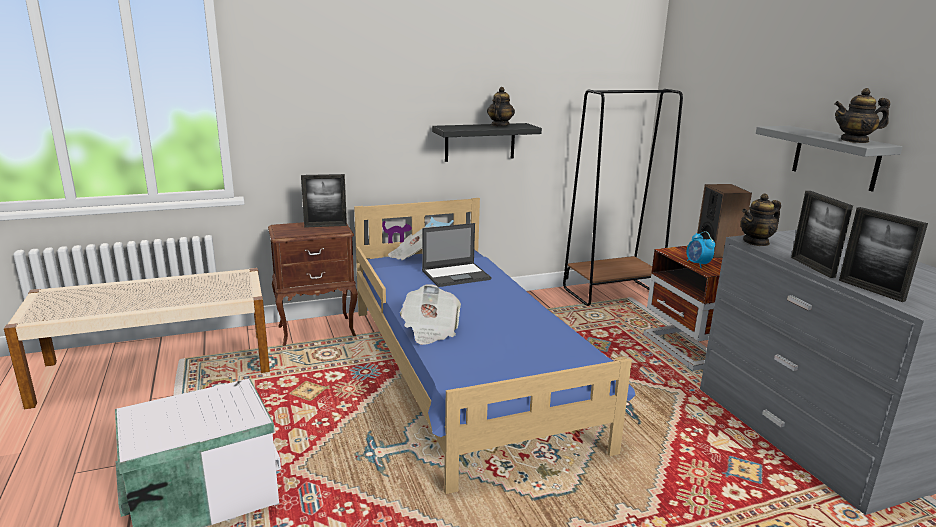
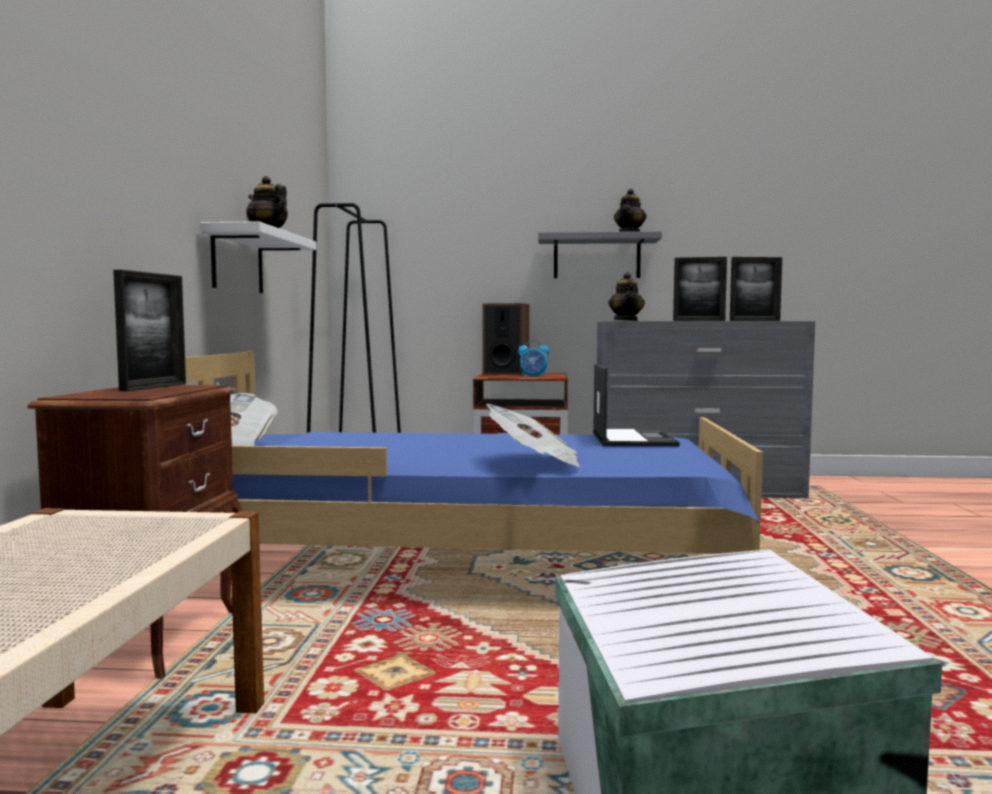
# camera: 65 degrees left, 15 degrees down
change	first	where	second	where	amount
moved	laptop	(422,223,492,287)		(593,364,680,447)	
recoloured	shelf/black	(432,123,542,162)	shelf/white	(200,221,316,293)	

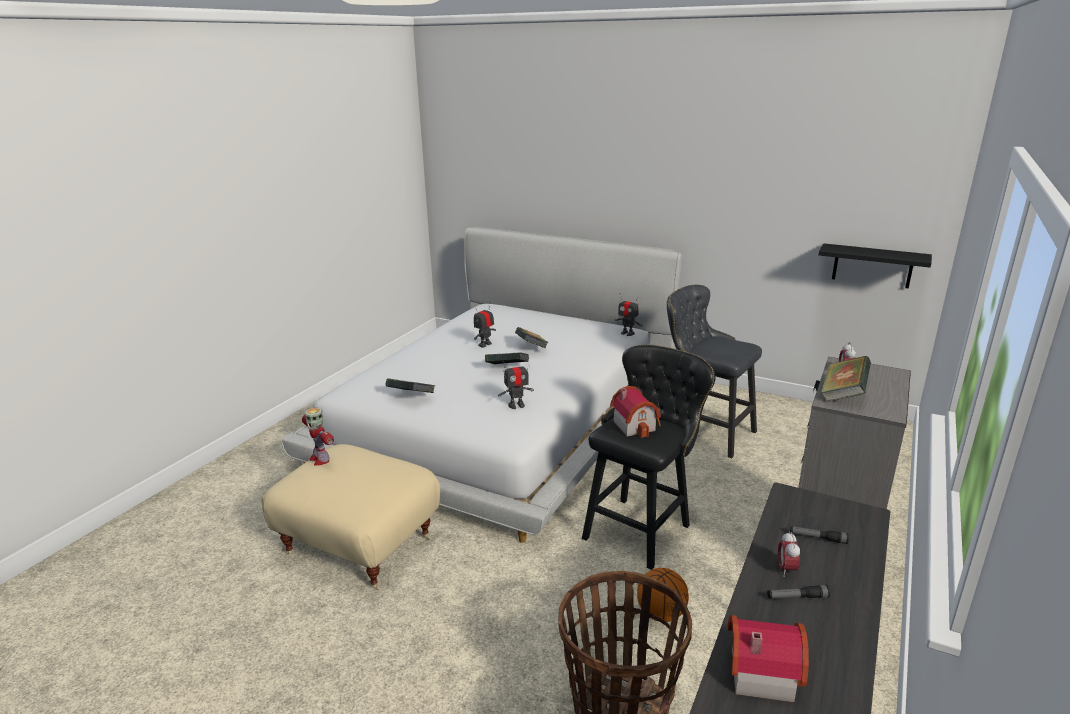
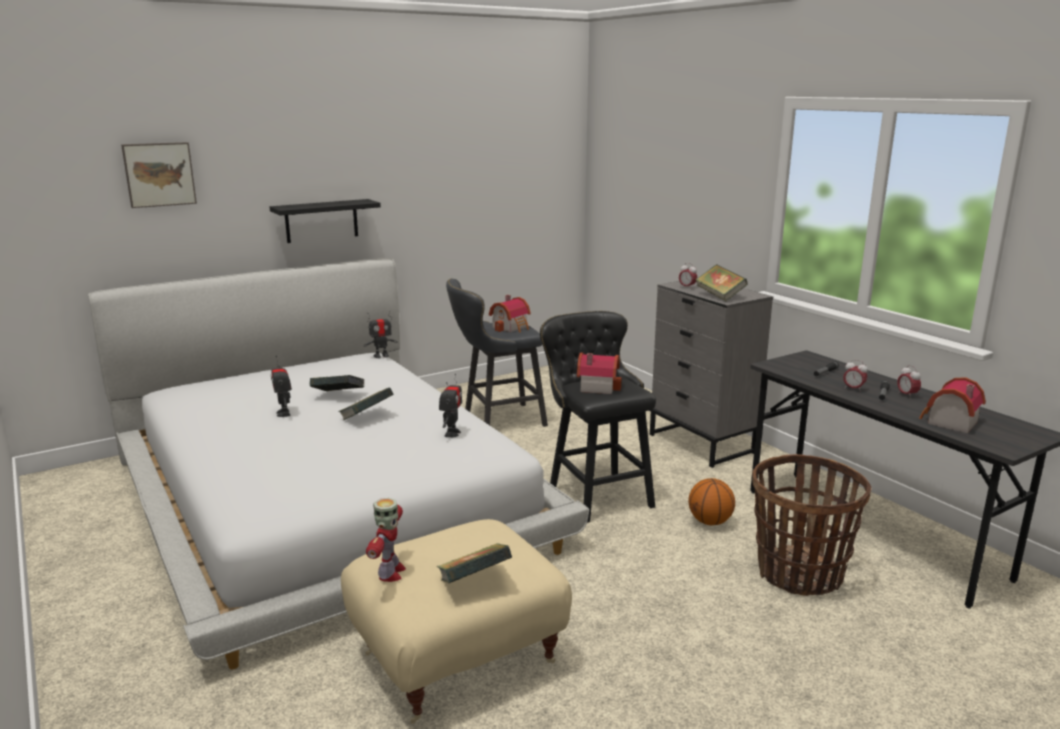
# camera: 60 degrees left, 5 degrees down
change	first	where	second	where	amount
turned	toy robot	(302,407,334,466)		(366,498,406,582)	75 degrees counterclockwise
moved	book	(385,378,435,393)		(437,543,512,583)	
moved	shelf/black	(819,243,932,289)		(270,199,381,243)	
added			picture	(121,142,197,208)	
added			toy house	(489,295,531,332)	
added			alarm clock	(897,365,921,399)	

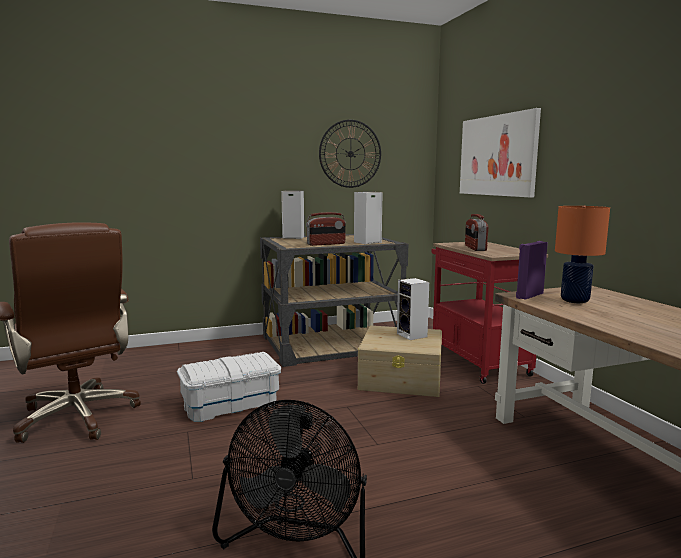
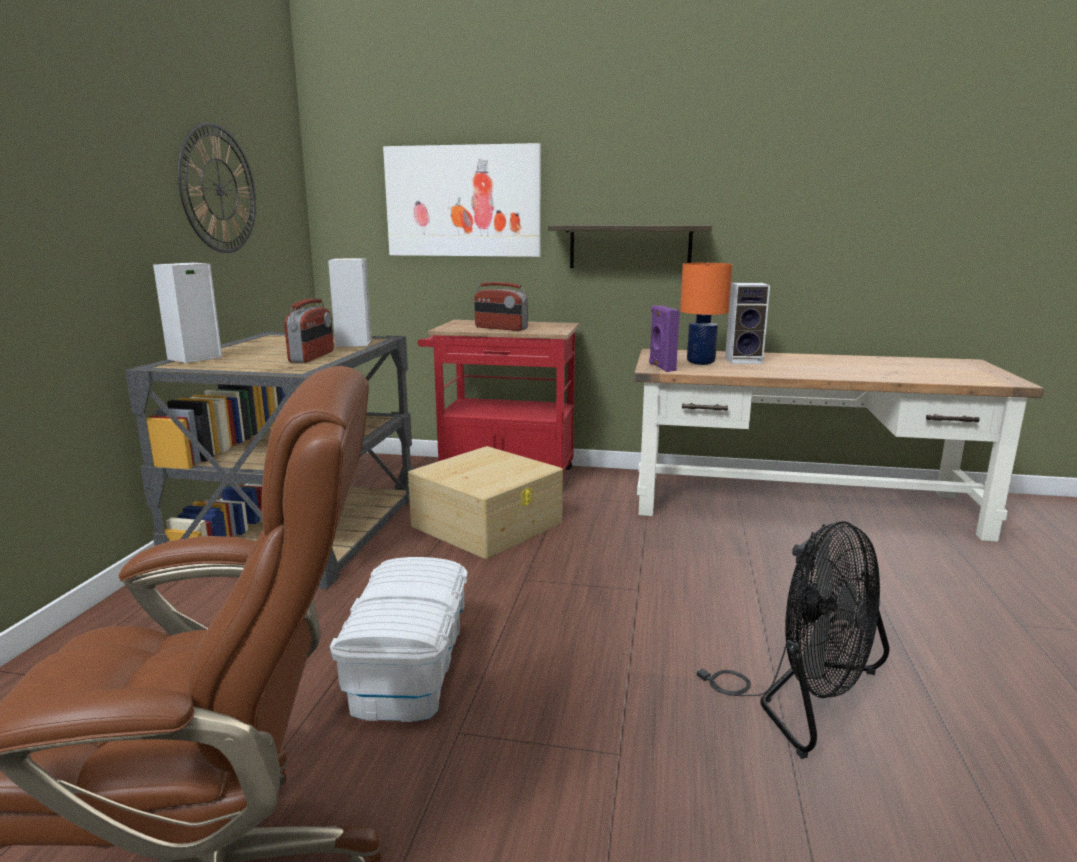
# camera: 60 degrees left, 5 degrees up
change	first	where	second	where	amount
moved	speaker	(397,278,429,340)		(725,282,770,364)	
added			shelf	(548,225,712,268)	

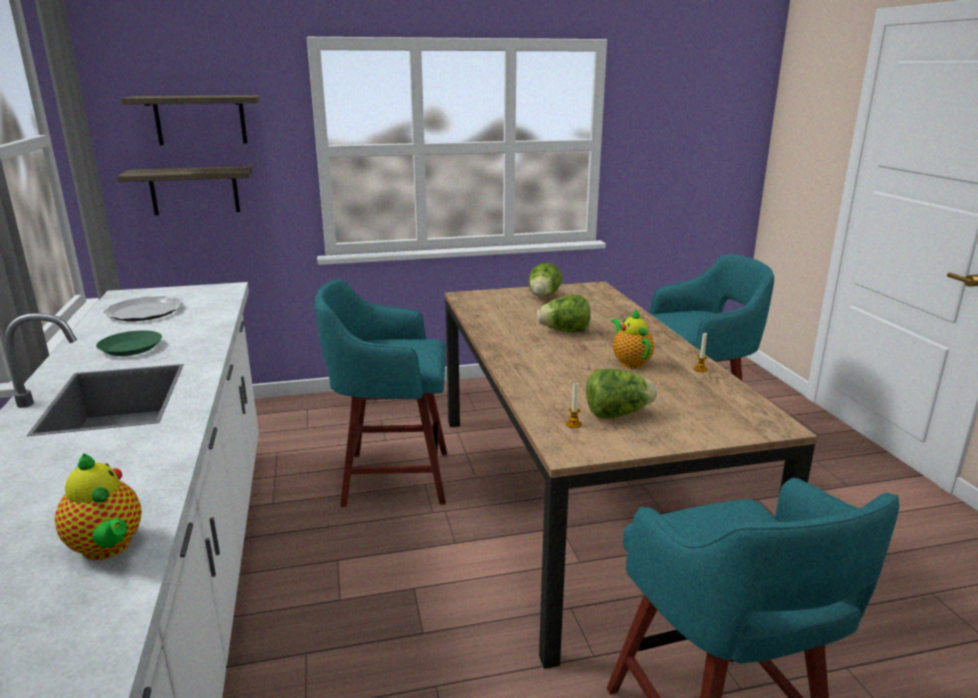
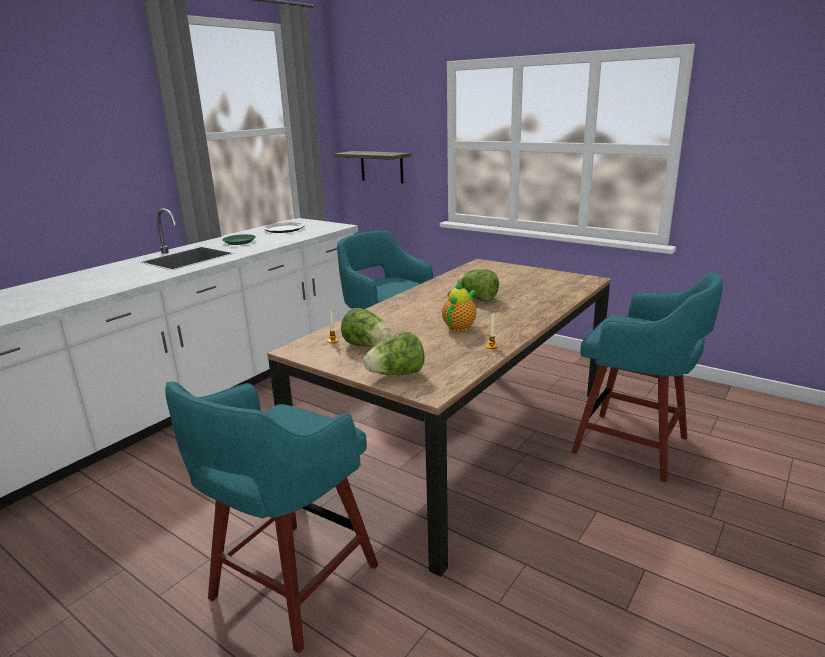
# camera: 50 degrees right, 0 degrees up
change	first	where	second	where	amount
removed	teapot	(55,453,142,560)			
removed	shelf	(121,95,260,145)			
moved	lettuce	(528,263,562,297)		(363,332,425,375)	

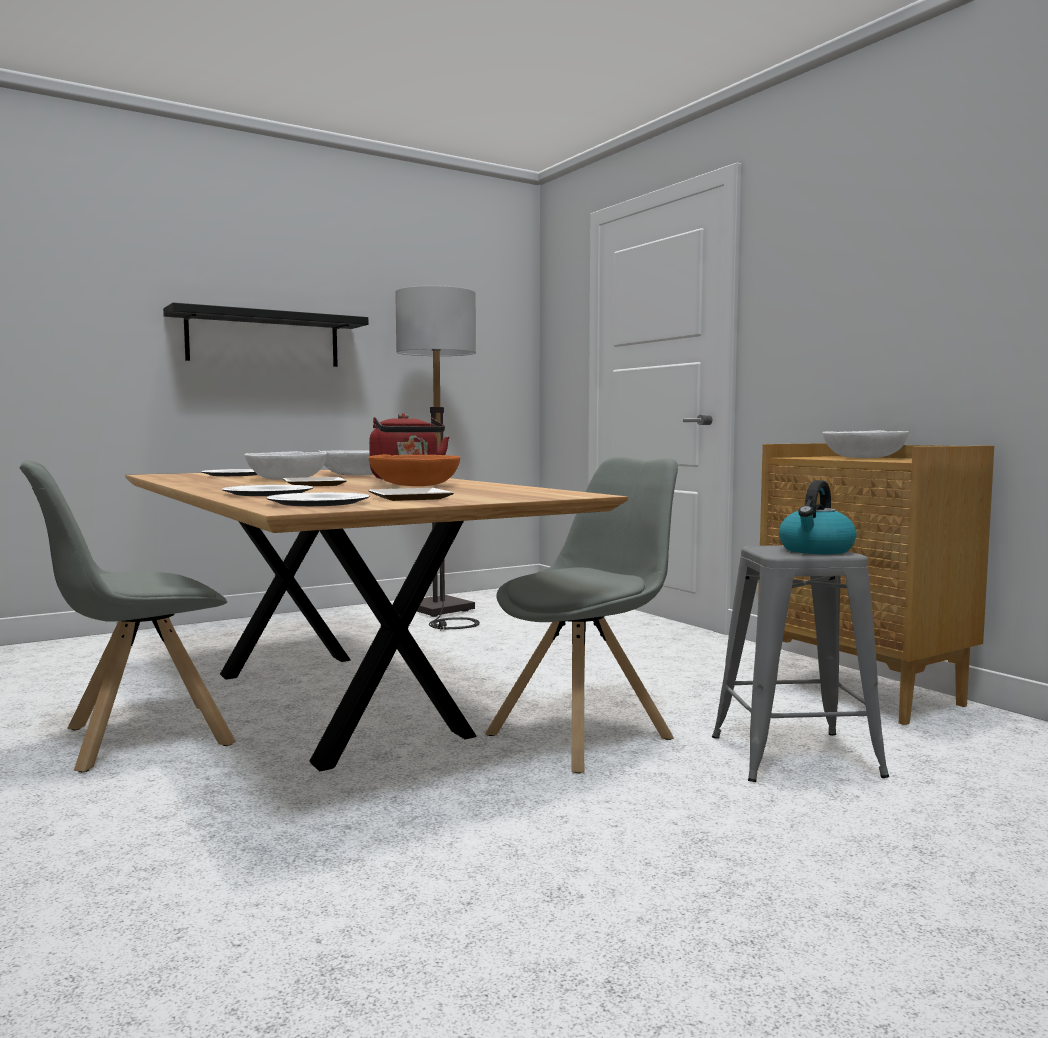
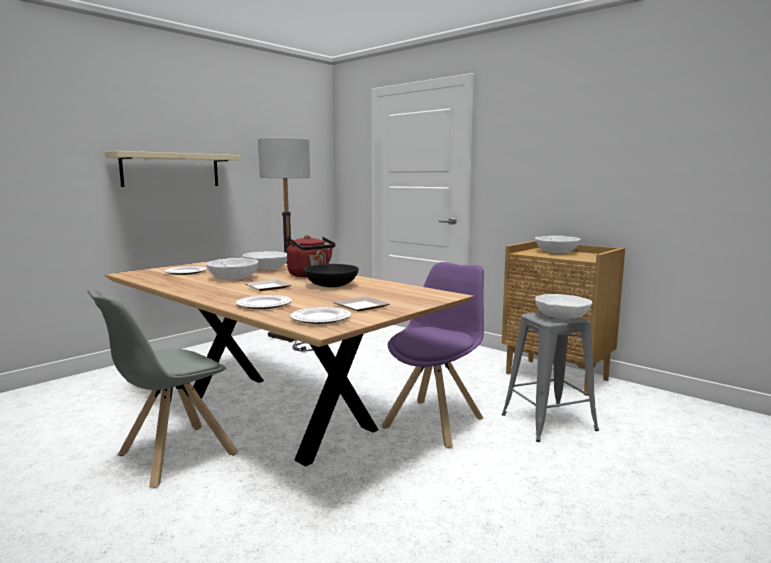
# camera: 15 degrees left, 5 degrees up
change	first	where	second	where	amount
recoloured	shelf/black	(163,302,368,367)	shelf/beige	(105,151,241,187)	
recoloured	bowl/orange	(369,454,460,486)	bowl/black	(304,264,359,287)	
recoloured	chair/grey	(485,457,678,773)	chair/purple	(382,262,484,448)	
replaced	kettle	(779,480,857,554)	bowl/white	(535,294,592,319)	

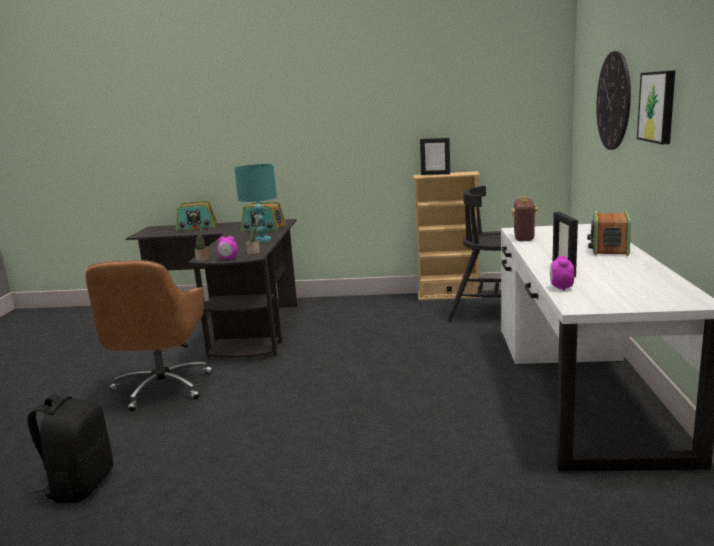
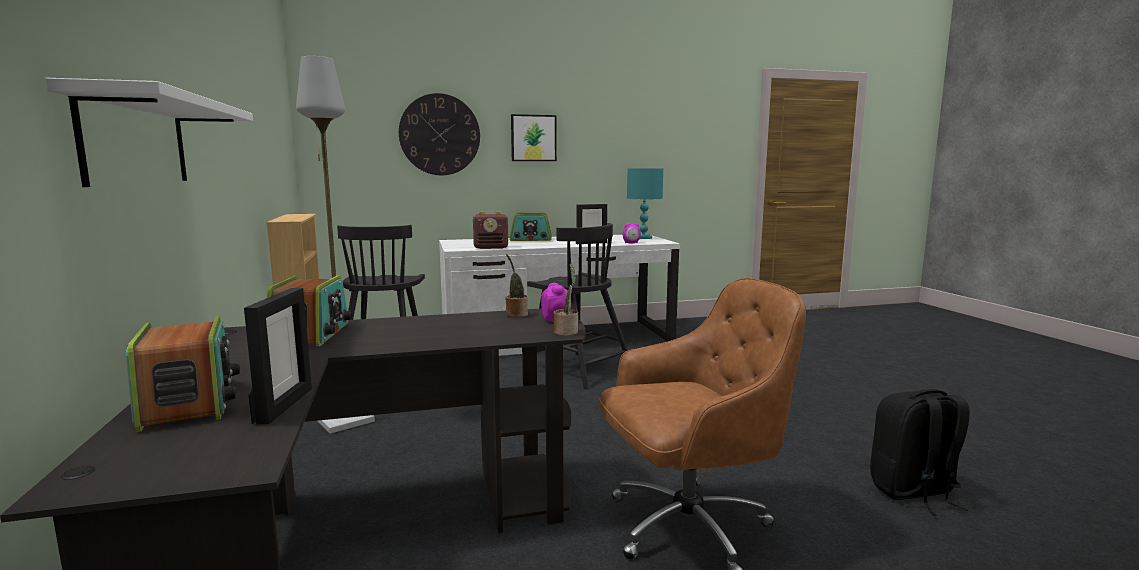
# camera: 110 degrees left, 5 degrees down
change	first	where	second	where	amount
moved	table lamp/turquoise	(234,164,277,243)		(627,168,663,239)	
moved	picture frame	(420,138,450,175)		(244,288,312,424)	
added			shelf/white	(45,78,253,187)	
added			floor lamp/grey	(296,56,375,434)	
added			chair/black	(527,223,628,389)	

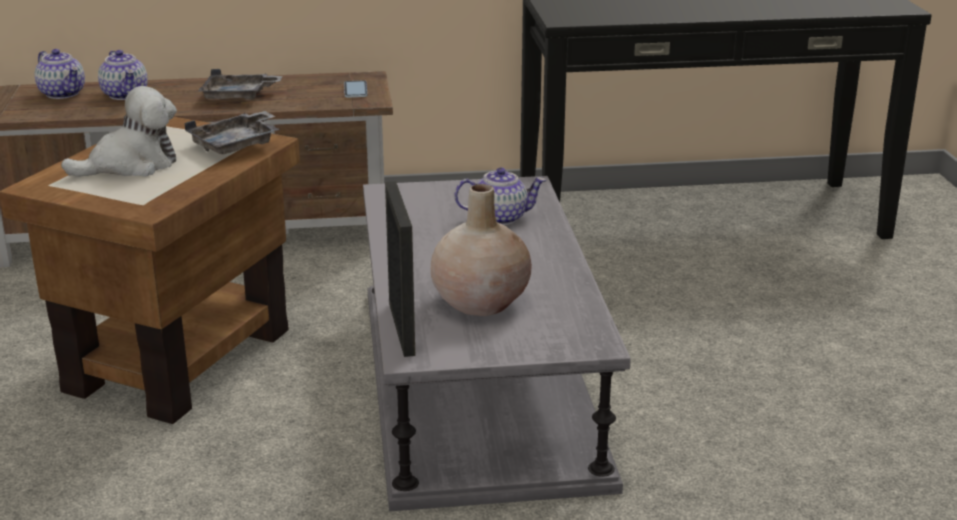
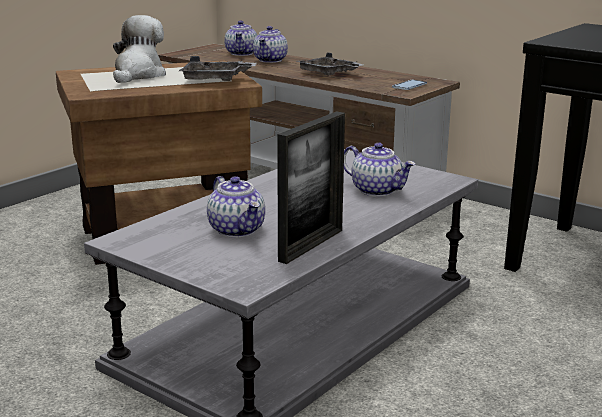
# camera: 45 degrees right, 5 degrees down
change	first	where	second	where	amount
turned	plush toy	(61,86,177,177)		(113,15,166,83)	90 degrees counterclockwise
moved	picture frame	(385,181,415,357)		(277,111,345,264)	
replaced	vase/beige	(431,184,532,316)	teapot	(207,176,265,238)	

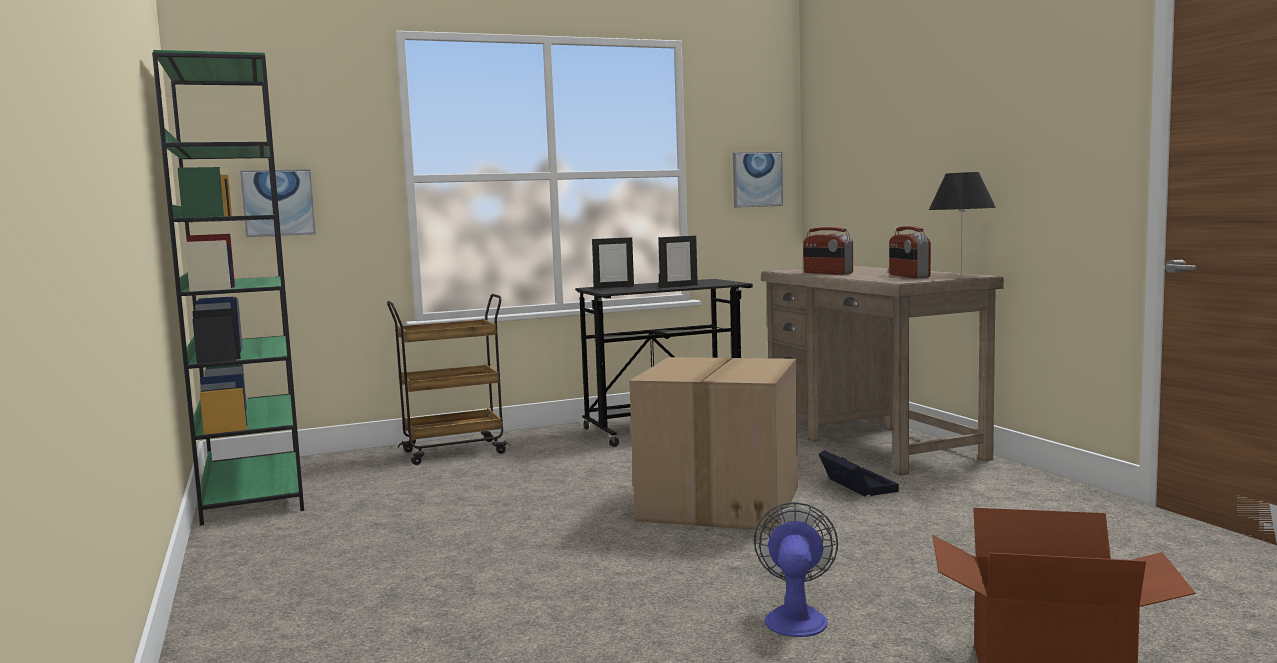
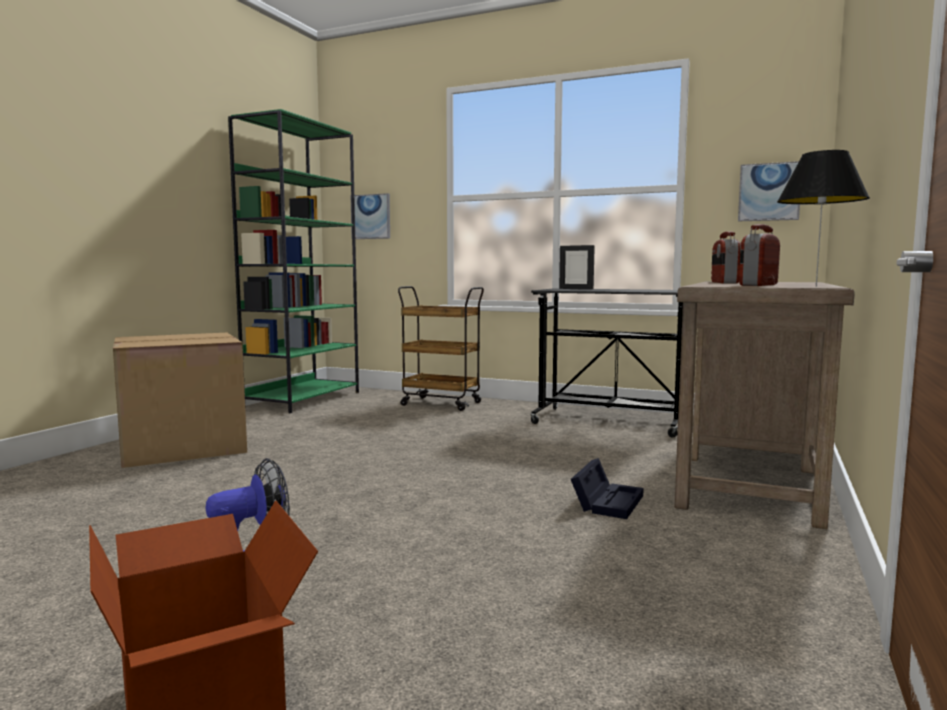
# camera: 45 degrees right, 0 degrees up
change	first	where	second	where	amount
moved	cardboard box	(629,357,798,531)		(113,333,247,468)	
removed	picture frame	(658,236,698,288)			

